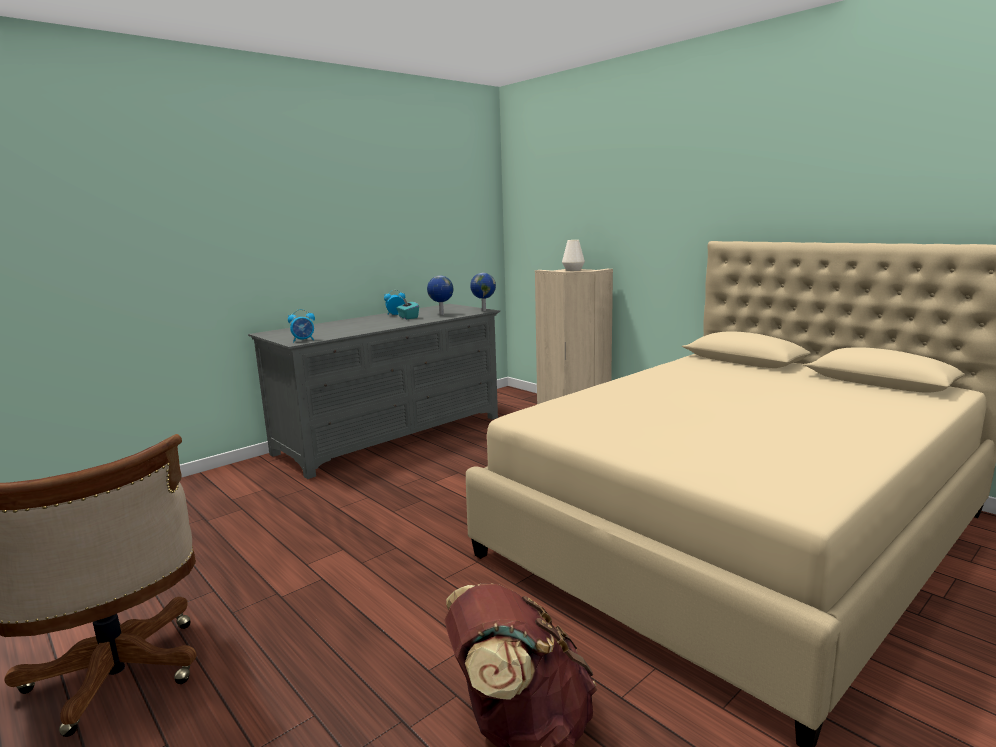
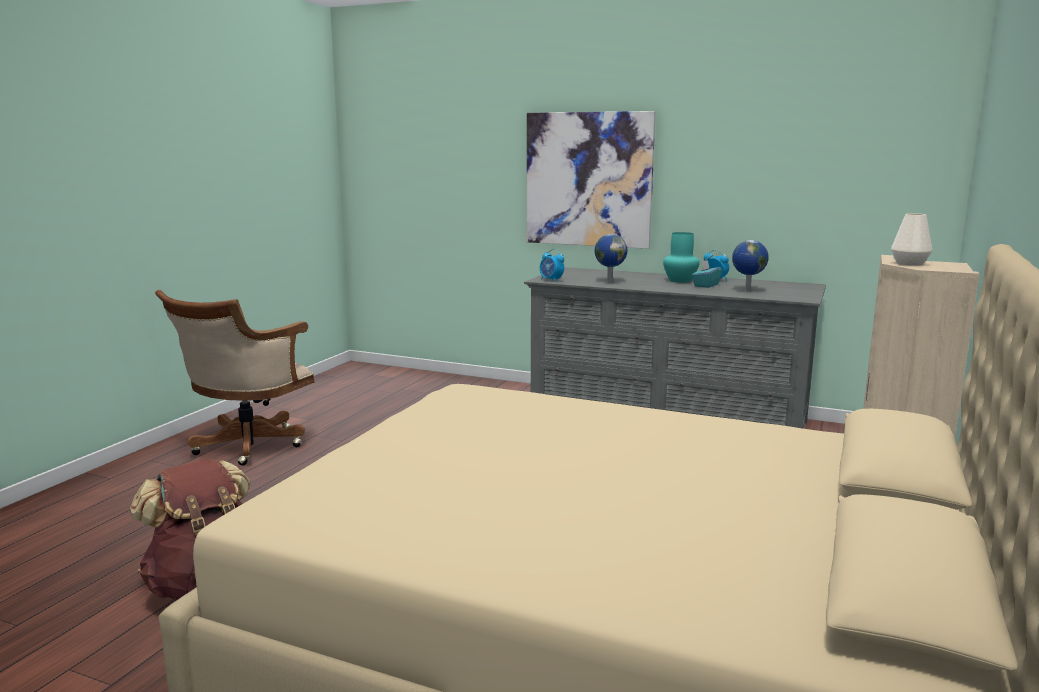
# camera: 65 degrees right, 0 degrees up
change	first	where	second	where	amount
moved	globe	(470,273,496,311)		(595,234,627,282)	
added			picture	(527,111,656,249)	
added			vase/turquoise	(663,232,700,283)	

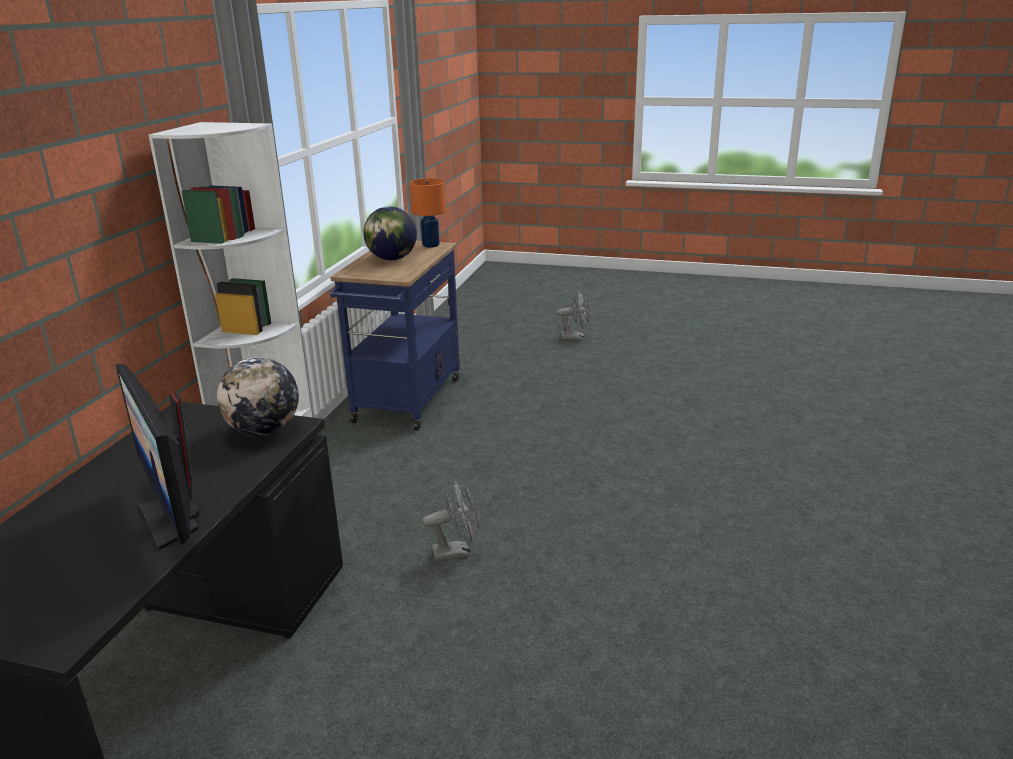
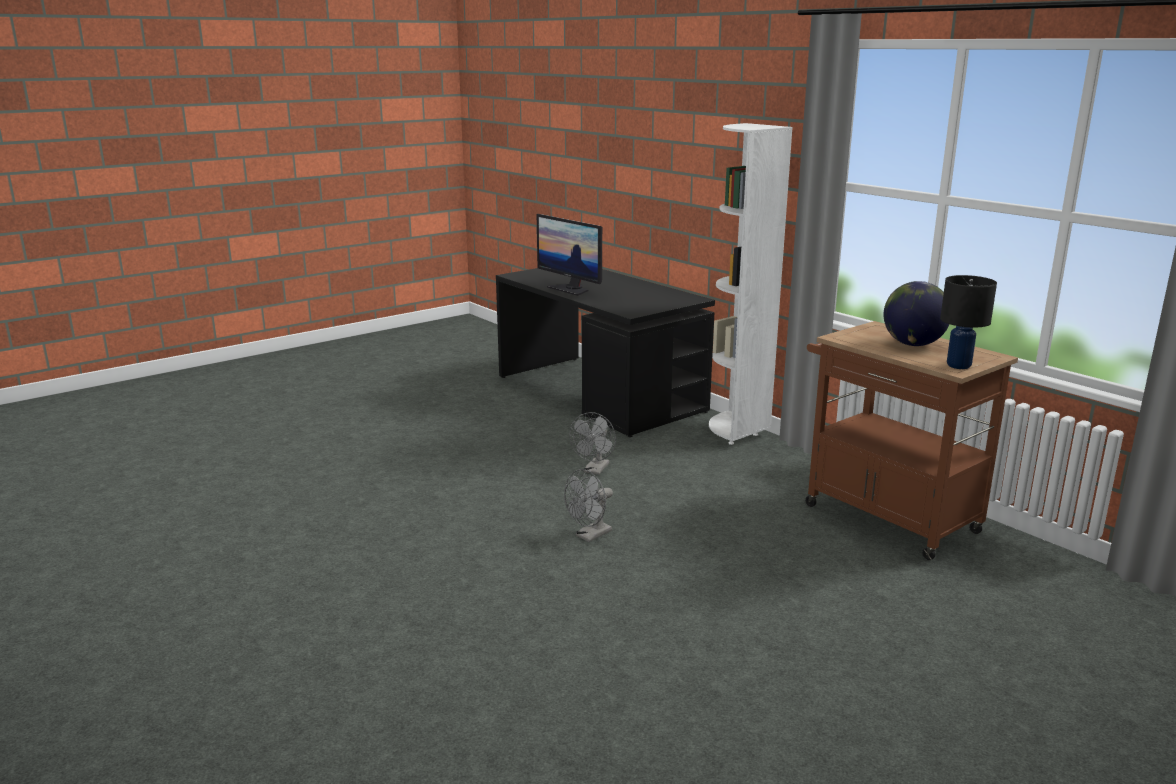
# camera: 125 degrees right, 5 degrees down
change	first	where	second	where	amount
turned	monitor	(115,364,200,550)		(537,214,602,296)	135 degrees counterclockwise
removed	globe	(217,357,299,436)			
recoloured	cart/blue	(330,241,460,431)	cart/brown	(805,321,1018,560)	
recoloured	table lamp/orange	(409,178,446,248)	table lamp/black	(940,275,997,369)	
moved	fan/grey	(556,291,591,340)		(564,469,613,542)	

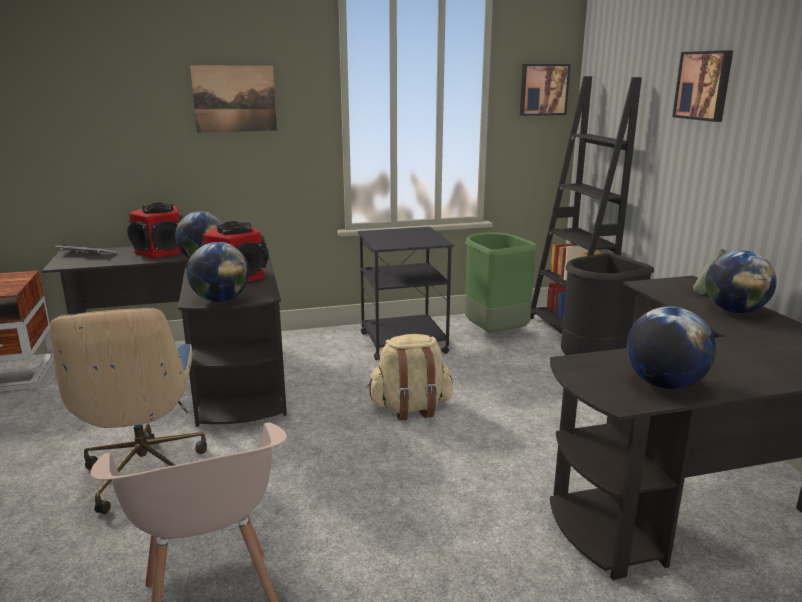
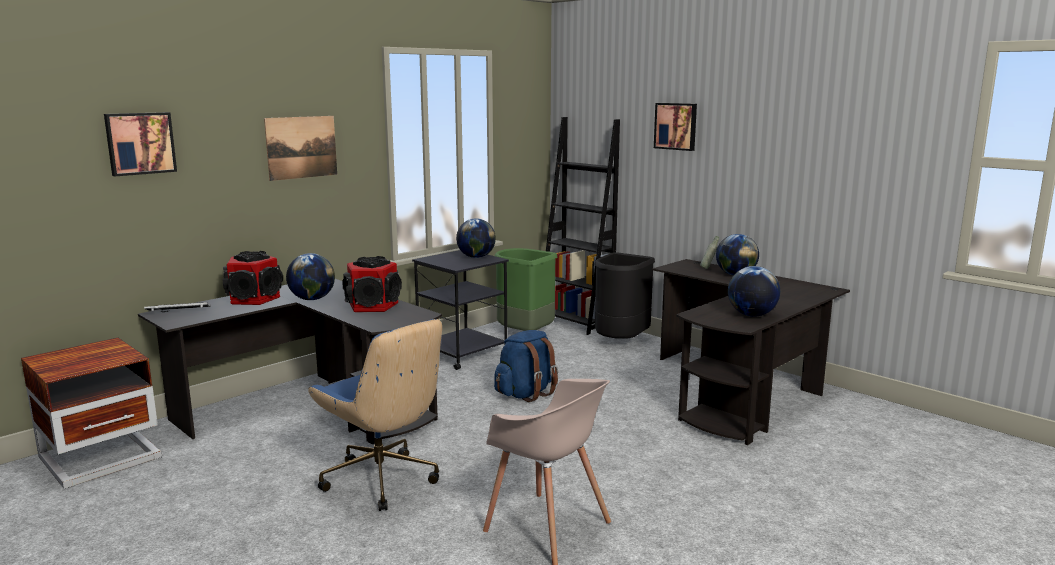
# camera: 30 degrees left, 5 degrees down
change	first	where	second	where	amount
moved	globe	(187,242,249,302)		(456,218,496,258)	
recoloured	backpack/beige	(367,334,453,421)	backpack/blue	(494,330,558,402)	
moved	picture	(520,64,571,116)		(104,112,177,176)	

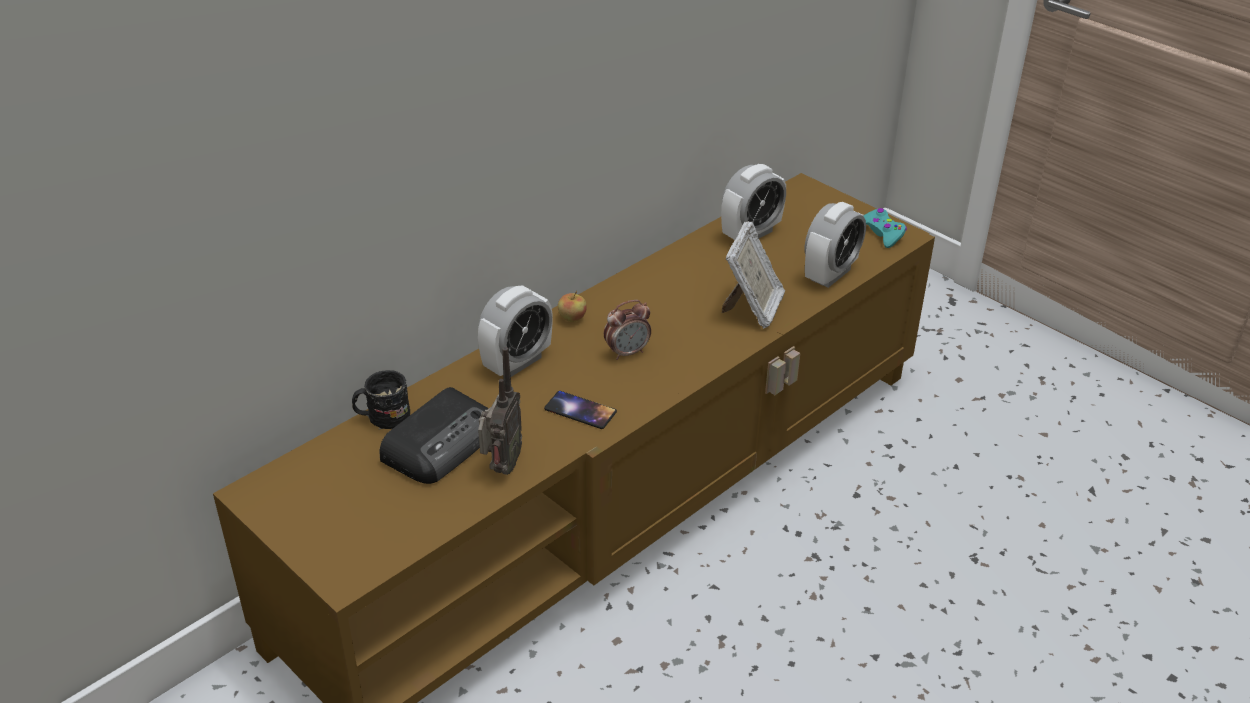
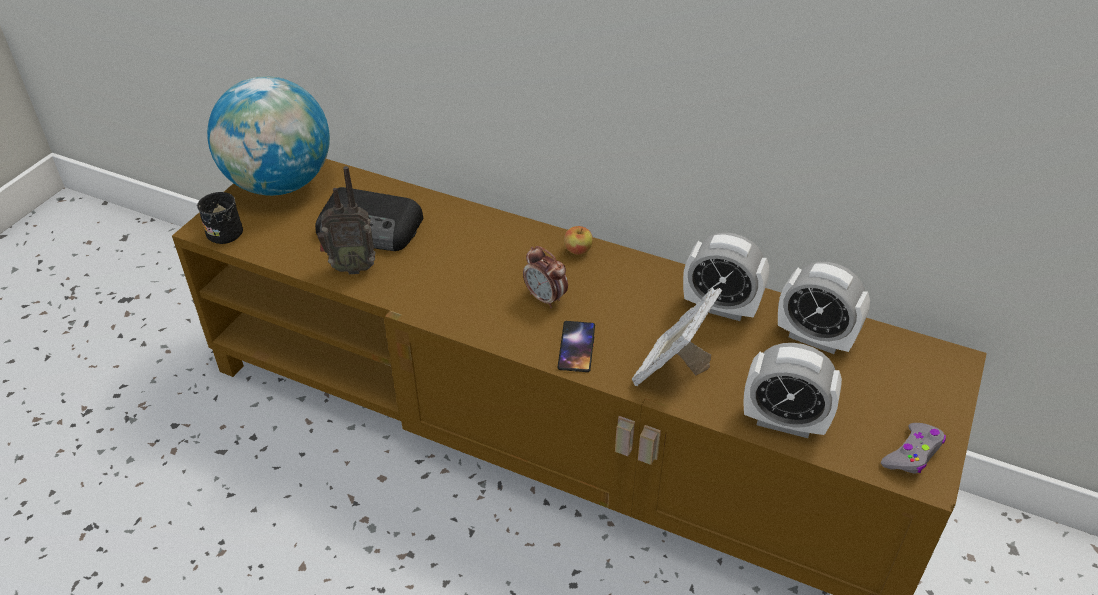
# camera: 70 degrees right, 5 degrees up
change	first	where	second	where	amount
moved	mug/black	(352,370,410,429)		(197,192,243,244)	
moved	alarm clock	(478,285,553,377)		(683,232,769,321)	
moved	phone	(544,391,617,429)		(558,321,595,372)	
turned	picture frame	(722,221,785,329)		(632,288,722,386)	120 degrees clockwise
recoloured	game controller/turquoise	(864,208,907,248)	game controller/grey	(881,423,946,473)	
added			globe	(207,76,330,196)	

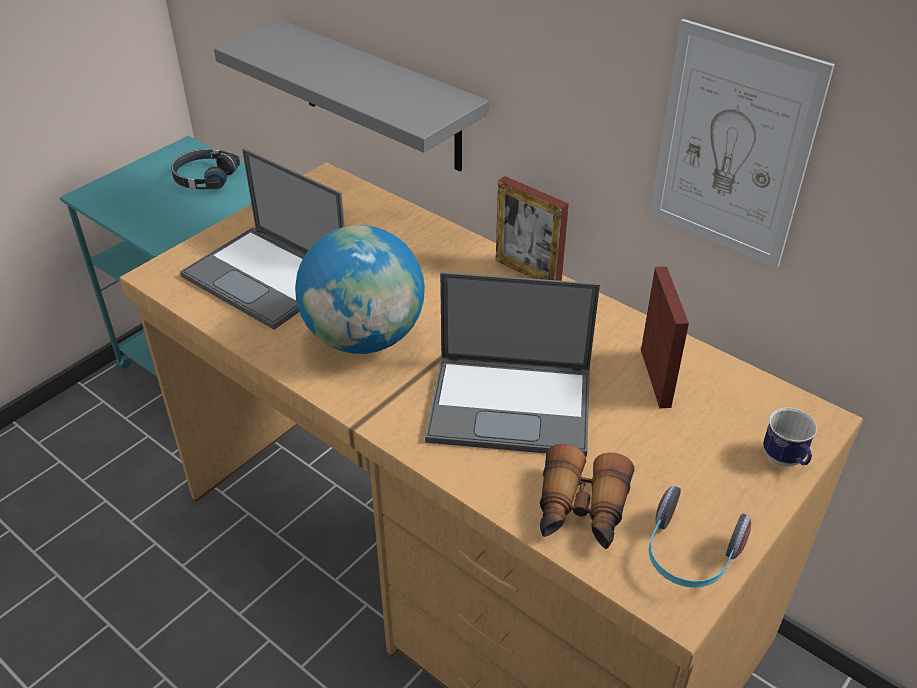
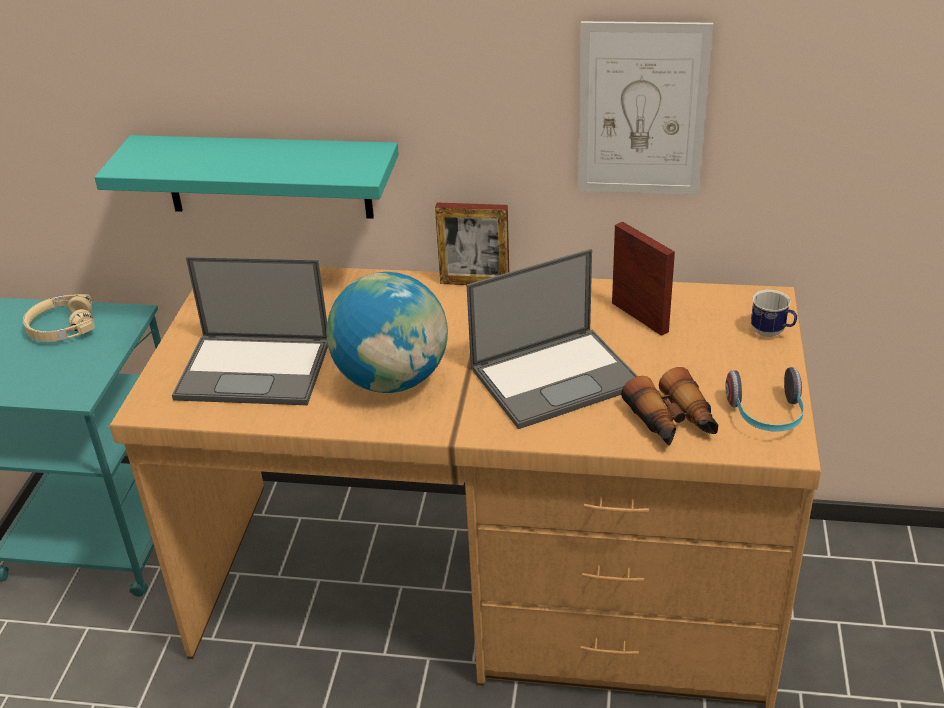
# camera: 30 degrees left, 5 degrees down
change	first	where	second	where	amount
recoloured	headphones/black	(171,149,240,189)	headphones/beige	(23,294,95,342)	
recoloured	shelf/grey	(214,20,489,171)	shelf/turquoise	(94,135,399,219)	

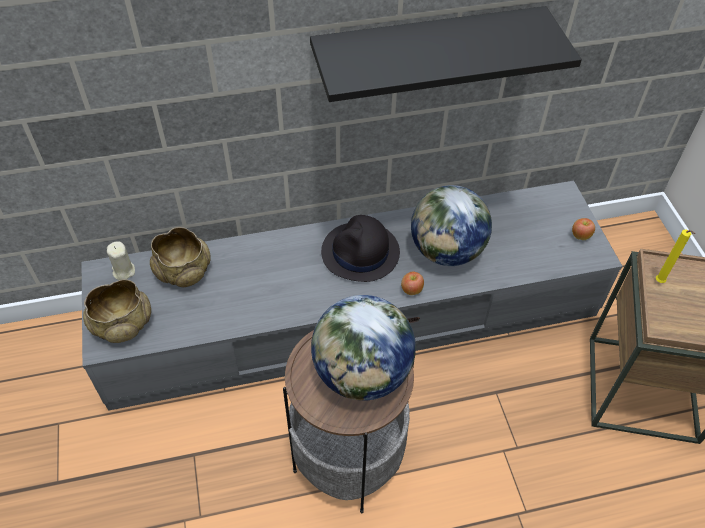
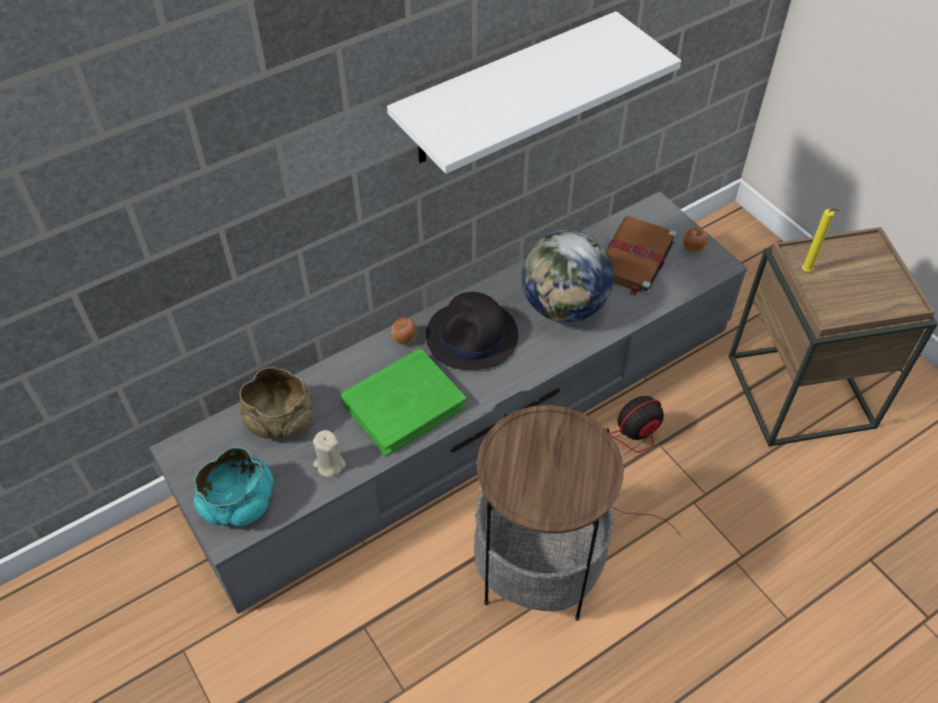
# camera: 20 degrees left, 0 degrees up
change	first	where	second	where	amount
recoloured	bowl/beige	(83,279,151,343)	bowl/turquoise	(194,447,274,527)	
moved	candle/beige	(107,241,135,280)		(313,430,346,477)	
recoloured	shelf/black	(310,6,582,102)	shelf/white	(387,11,681,174)	
removed	globe	(311,295,416,401)			
moved	apple	(401,272,424,295)		(391,318,417,345)	
added			book/green	(340,349,466,457)	
added			book/brown	(607,216,677,297)	
added			fan	(609,396,682,537)	

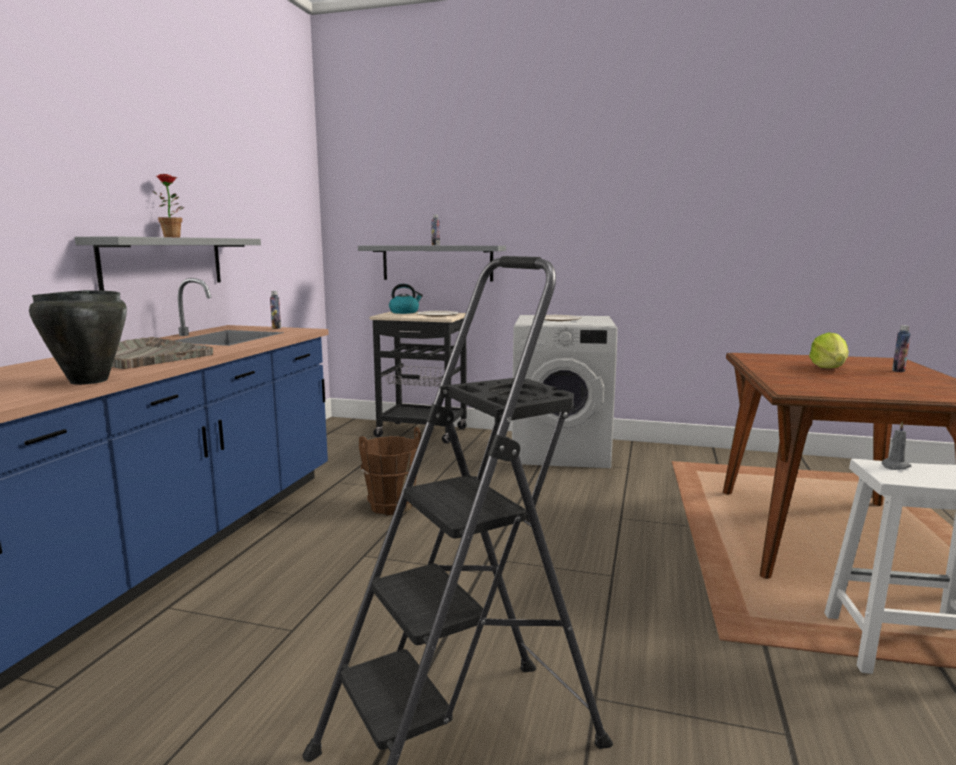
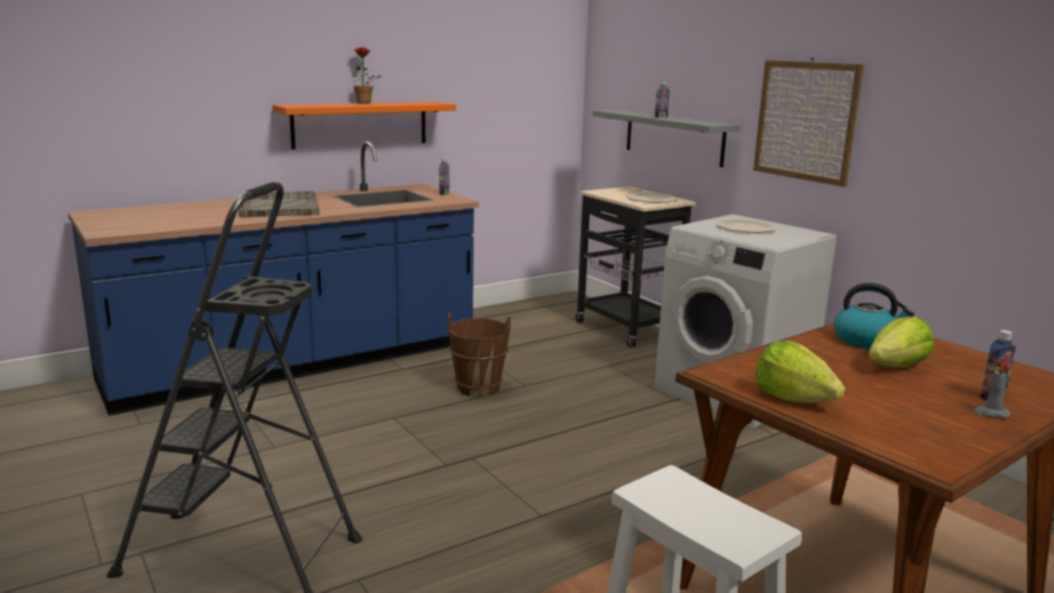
# camera: 40 degrees right, 5 degrees up
change	first	where	second	where	amount
removed	cooking pot/black	(29,290,127,385)			
recoloured	shelf/grey	(75,237,261,291)	shelf/orange	(272,102,456,149)	
moved	kettle	(389,284,423,314)		(834,283,914,349)	
moved	candle/grey	(881,421,912,470)		(972,363,1010,418)	
added			picture	(753,58,864,187)	
added			lettuce	(754,341,845,403)	

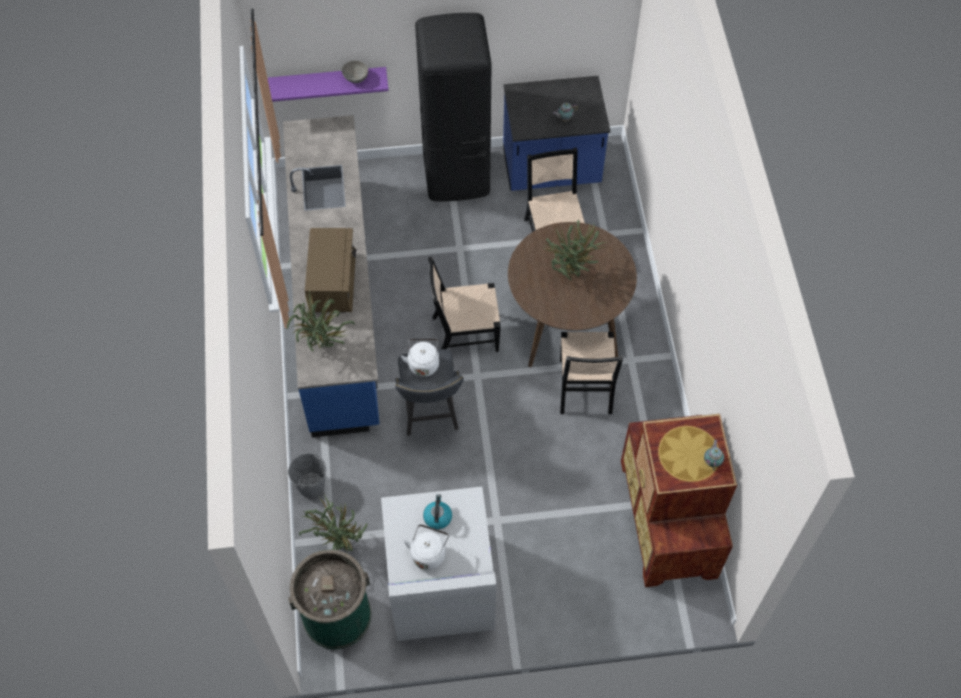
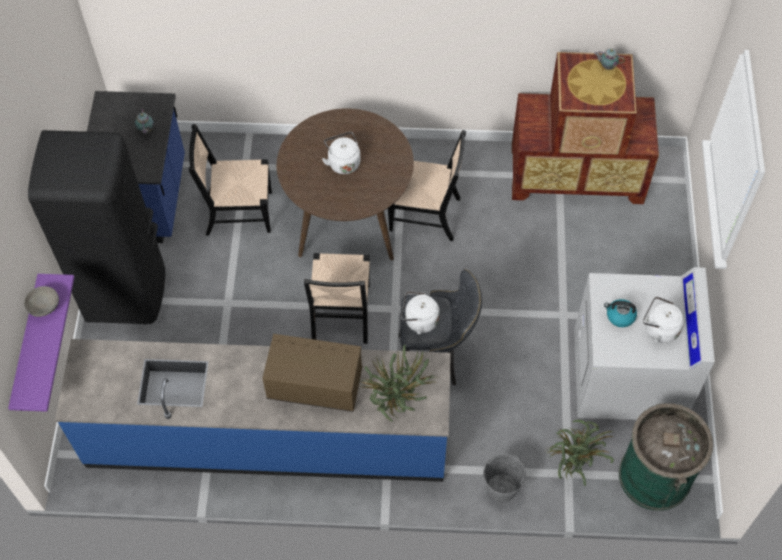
# camera: 80 degrees left, 0 degrees up
change	first	where	second	where	amount
replaced	potted plant	(544,220,609,280)	kettle/white	(322,132,361,174)	

